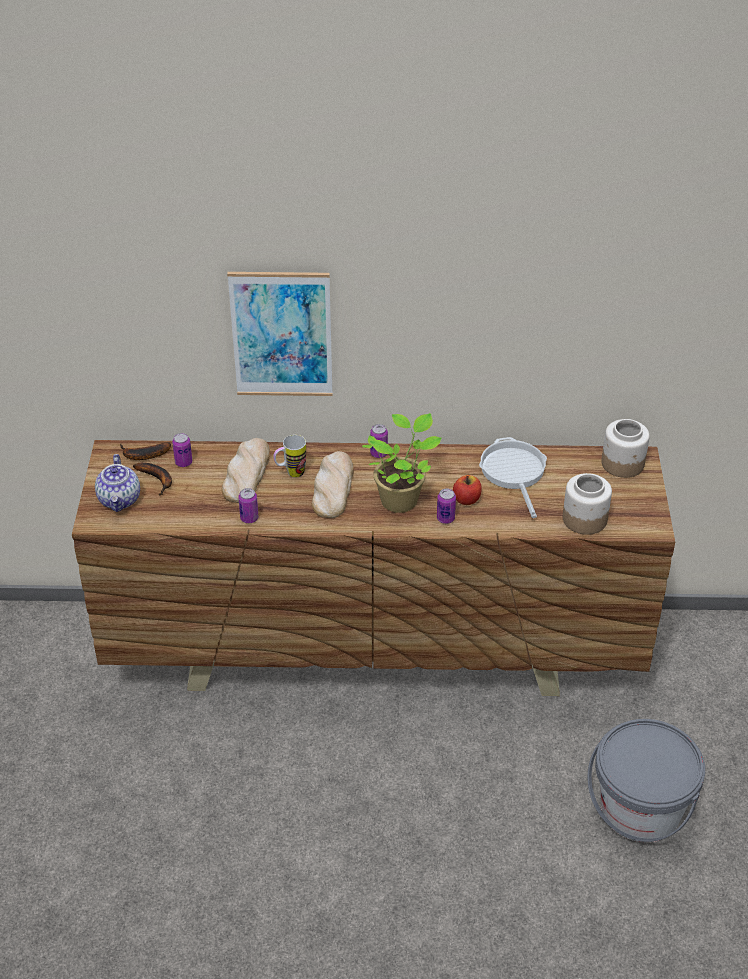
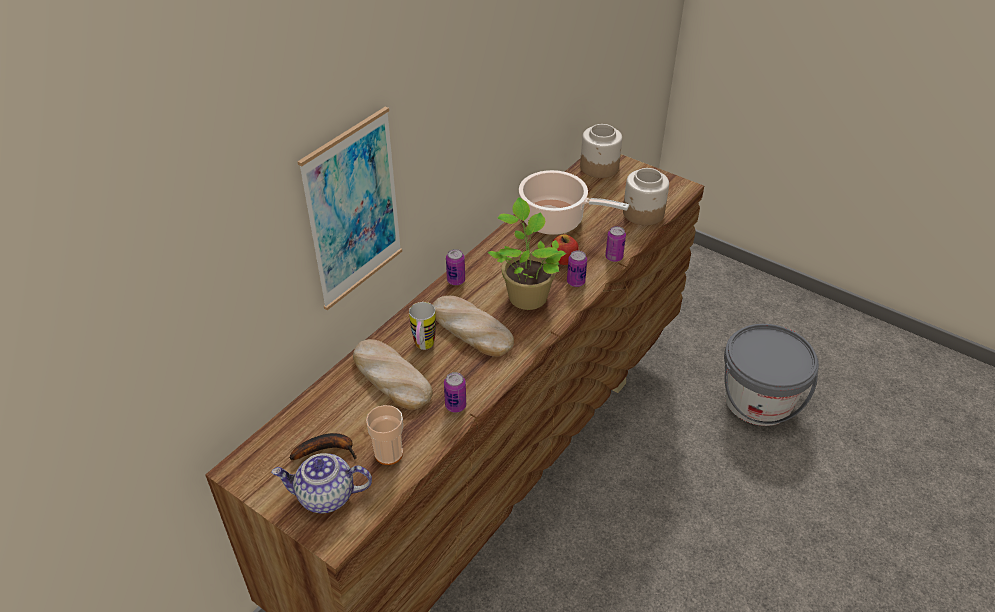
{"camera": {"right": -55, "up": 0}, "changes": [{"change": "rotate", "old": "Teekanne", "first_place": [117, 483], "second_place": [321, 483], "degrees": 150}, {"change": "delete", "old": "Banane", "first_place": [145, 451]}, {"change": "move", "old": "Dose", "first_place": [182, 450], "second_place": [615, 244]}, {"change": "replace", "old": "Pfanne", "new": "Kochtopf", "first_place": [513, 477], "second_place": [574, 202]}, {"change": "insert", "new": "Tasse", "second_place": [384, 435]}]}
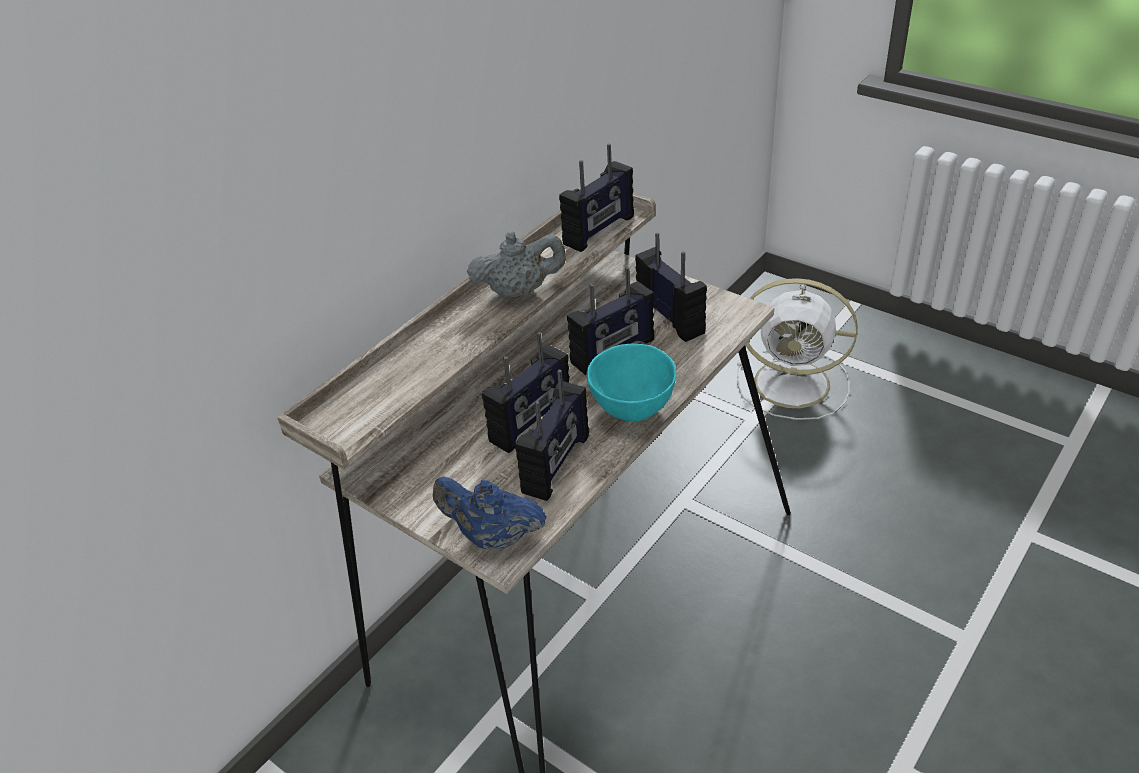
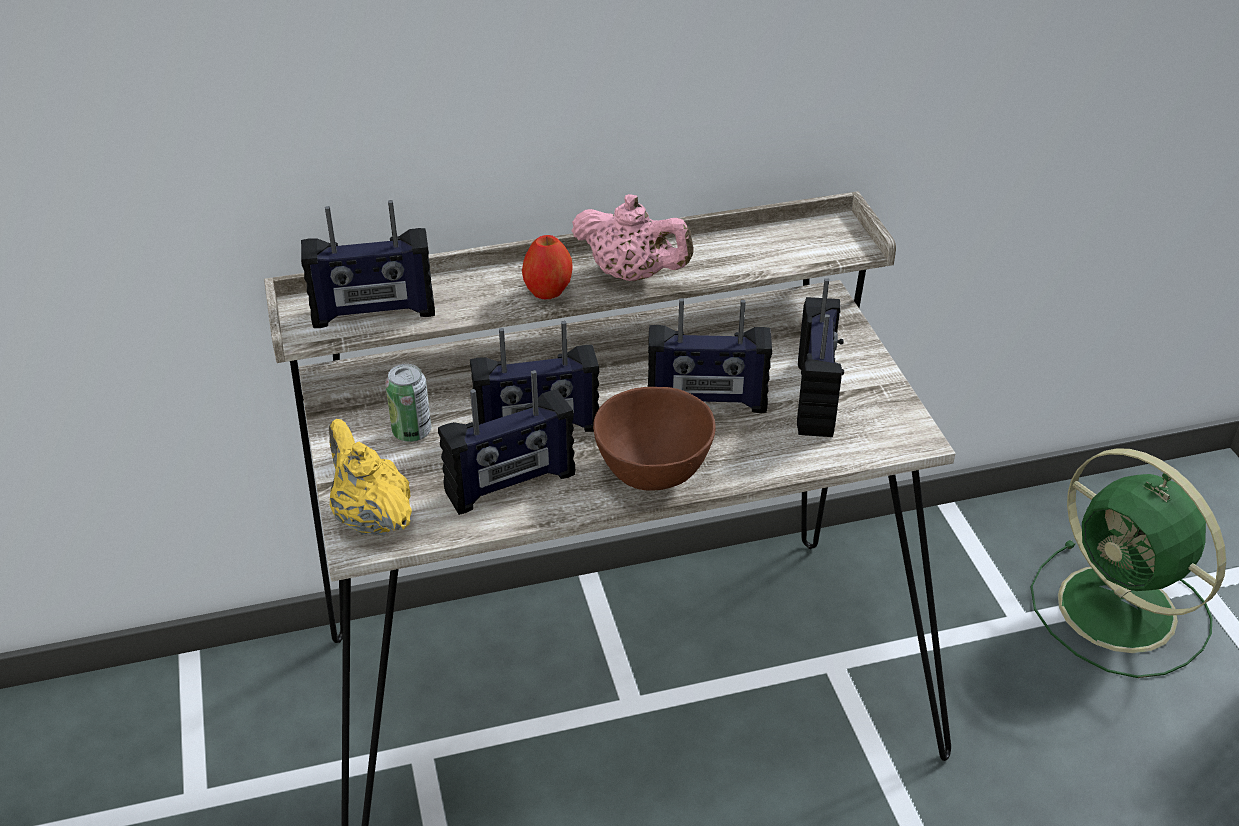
{"camera": {"right": 35, "up": 0}, "changes": [{"change": "recolor", "old": "Teekanne (blau)", "new": "Teekanne (gelb)", "first_place": [489, 514], "second_place": [370, 477]}, {"change": "recolor", "old": "Teekanne (grau)", "new": "Teekanne (rosa)", "first_place": [516, 265], "second_place": [632, 237]}, {"change": "move", "old": "Radio", "first_place": [596, 198], "second_place": [368, 264]}, {"change": "recolor", "old": "Schüssel (türkis)", "new": "Schüssel (braun)", "first_place": [631, 383], "second_place": [654, 439]}, {"change": "recolor", "old": "Ventilator (weiß)", "new": "Ventilator (grün)", "first_place": [797, 349], "second_place": [1128, 563]}, {"change": "insert", "new": "Dose", "second_place": [408, 403]}, {"change": "insert", "new": "Apfel", "second_place": [547, 267]}]}
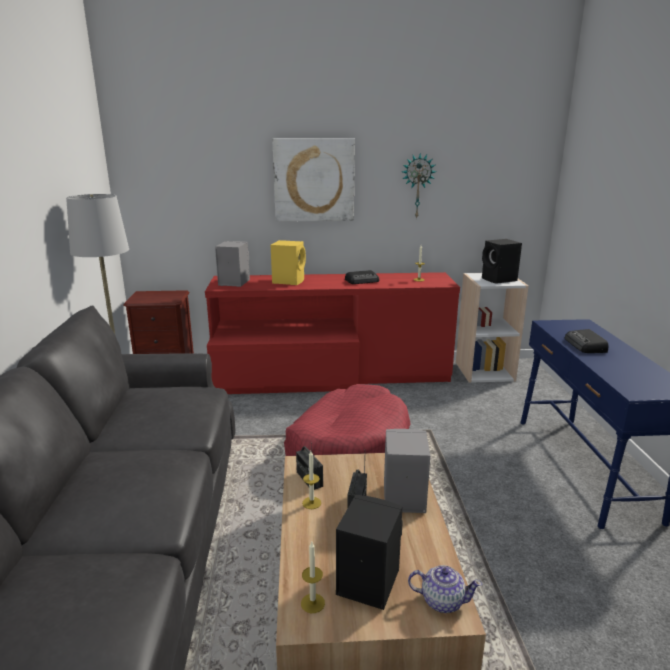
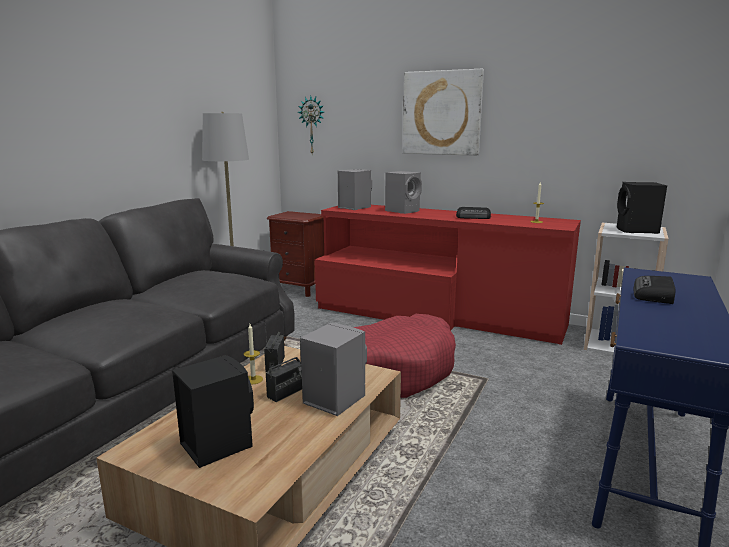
{"camera": {"right": 30, "up": -5}, "changes": [{"change": "recolor", "old": "Lautsprecher (gelb)", "new": "Lautsprecher (grau)", "first_place": [288, 262], "second_place": [403, 192]}, {"change": "delete", "old": "Kerze", "first_place": [313, 577]}, {"change": "move", "old": "Wanduhr", "first_place": [419, 186], "second_place": [311, 125]}, {"change": "delete", "old": "Teekanne", "first_place": [445, 589]}]}
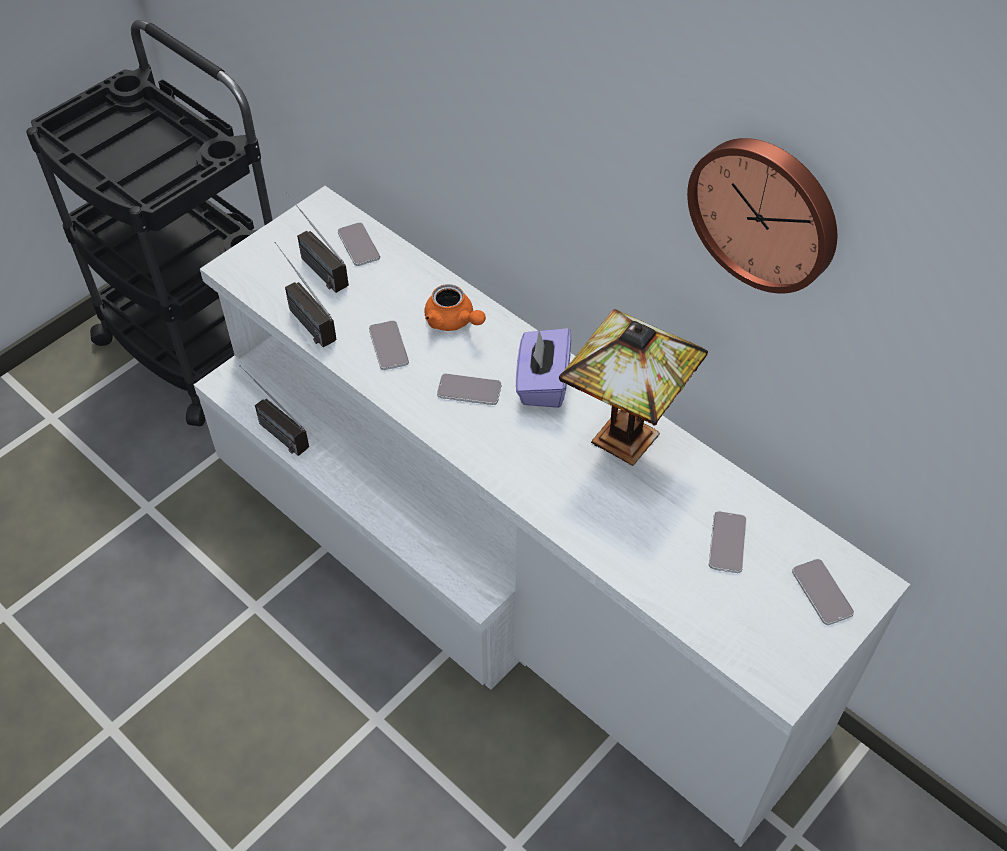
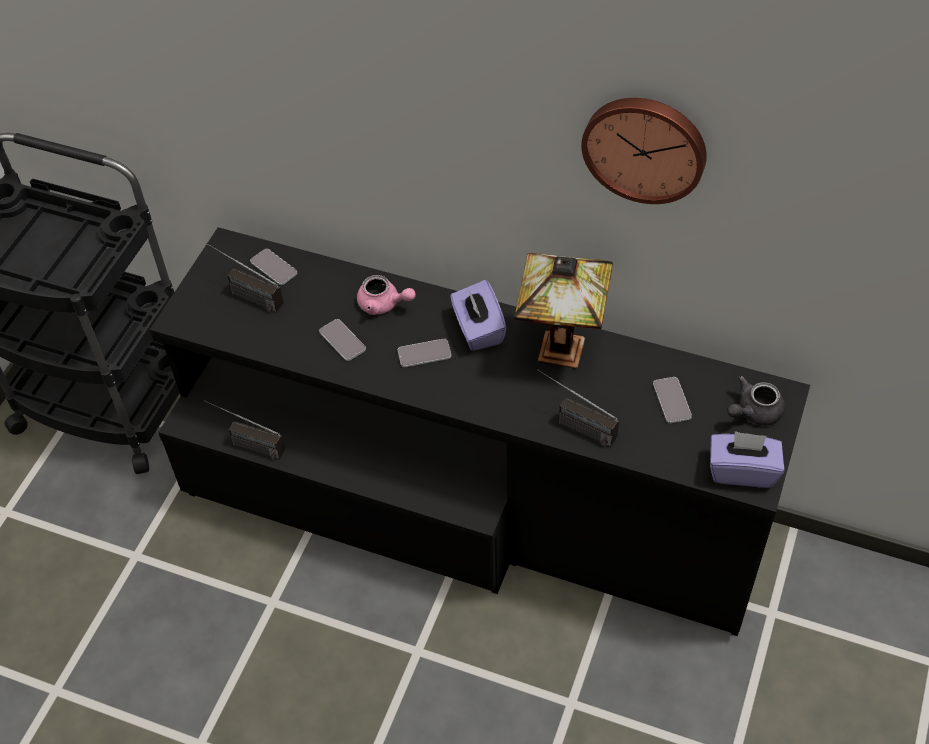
{"camera": {"right": -20, "up": 0}, "changes": [{"change": "recolor", "old": "Fernsehschrank (weiß)", "new": "Fernsehschrank (schwarz)", "first_place": [552, 516], "second_place": [480, 431]}, {"change": "move", "old": "Radio", "first_place": [306, 294], "second_place": [578, 408]}, {"change": "recolor", "old": "Teekanne (orange)", "new": "Teekanne (rosa)", "first_place": [455, 307], "second_place": [386, 295]}, {"change": "replace", "old": "Handy", "new": "Teekanne (grau)", "first_place": [823, 592], "second_place": [756, 400]}, {"change": "insert", "new": "Taschentuchbox (lila)", "second_place": [747, 459]}]}
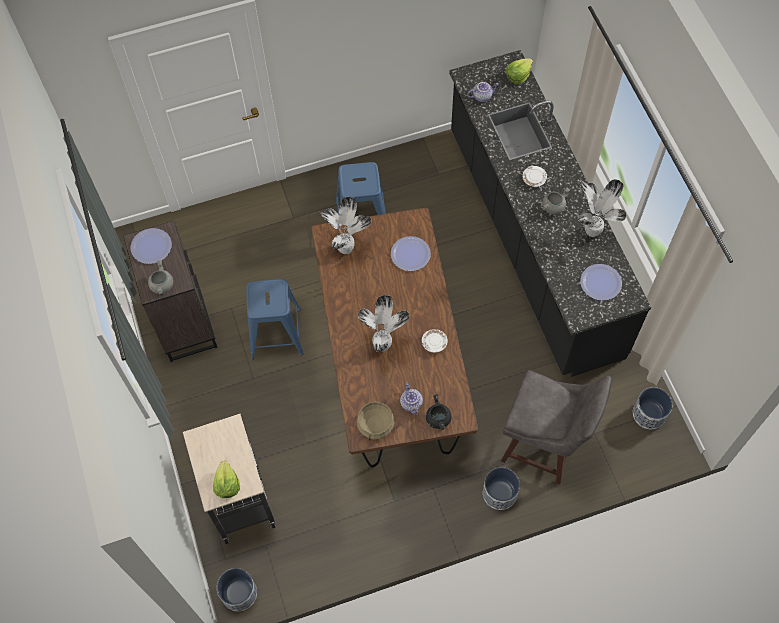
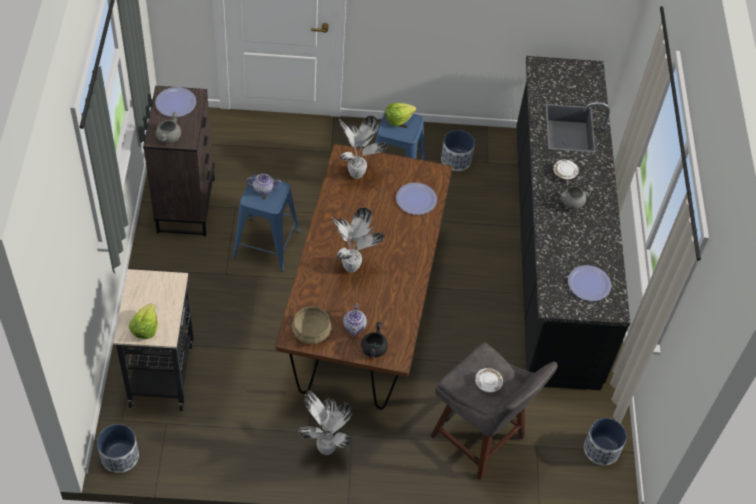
{"camera": {"right": 15, "up": -10}, "changes": [{"change": "move", "old": "Teller (weiß)", "first_place": [435, 341], "second_place": [489, 380]}, {"change": "move", "old": "Teekanne", "first_place": [483, 92], "second_place": [263, 184]}, {"change": "move", "old": "Pflanzkübel", "first_place": [501, 488], "second_place": [458, 150]}, {"change": "move", "old": "Salatkopf", "first_place": [519, 71], "second_place": [400, 114]}, {"change": "move", "old": "Topfpflanze", "first_place": [602, 208], "second_place": [325, 422]}]}
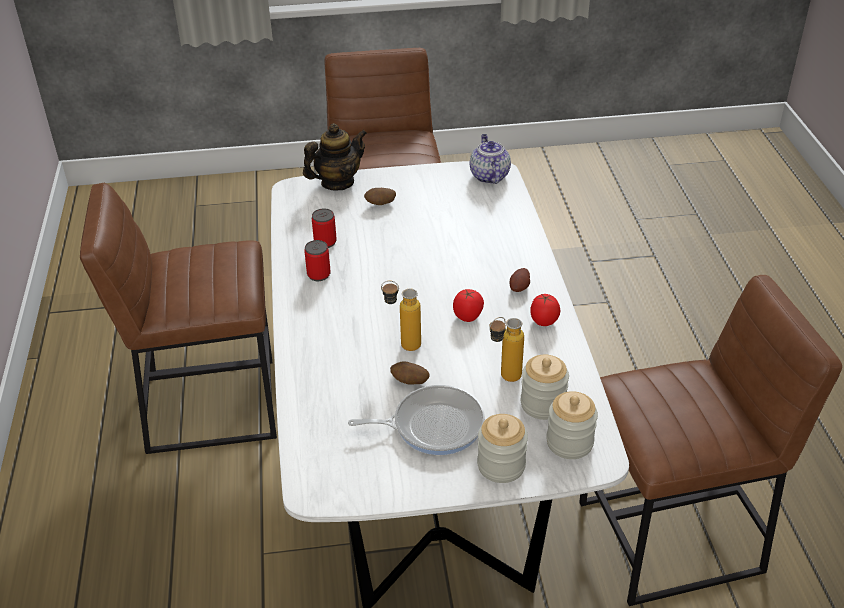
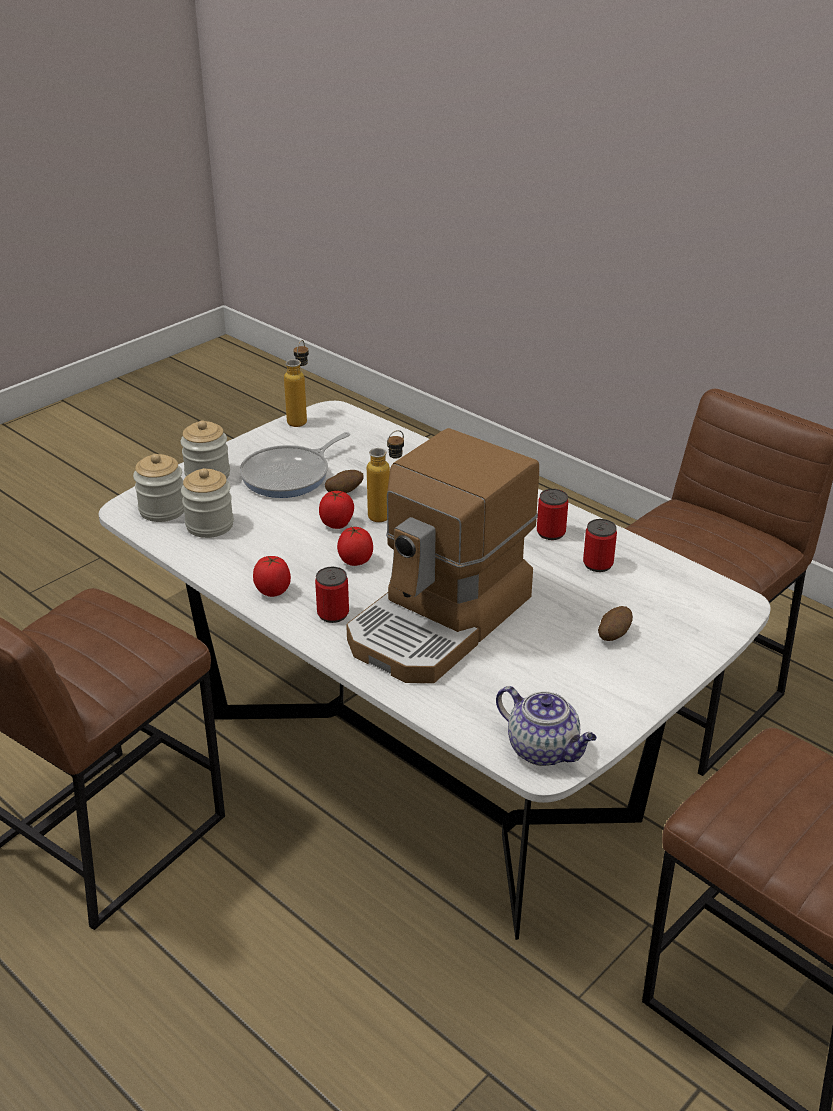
{"camera": {"right": 140, "up": -5}, "changes": [{"change": "delete", "old": "Teekanne", "first_place": [335, 156]}, {"change": "move", "old": "Flasche", "first_place": [506, 349], "second_place": [296, 383]}, {"change": "replace", "old": "Kartoffel", "new": "Dose", "first_place": [520, 280], "second_place": [332, 595]}, {"change": "insert", "new": "Tomate", "second_place": [336, 510]}, {"change": "insert", "new": "Kaffeemaschine", "second_place": [442, 555]}]}
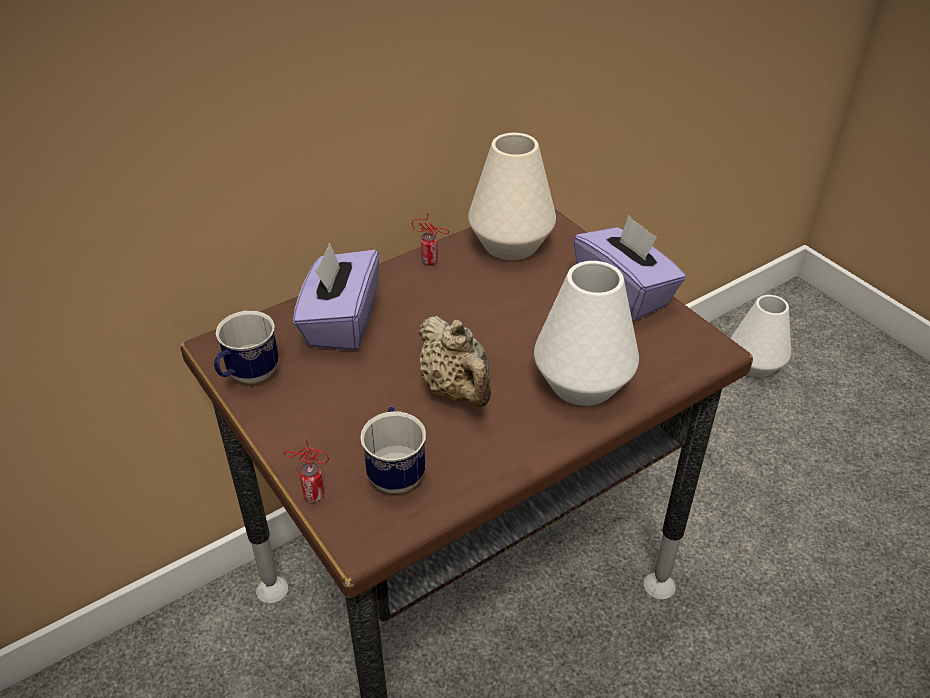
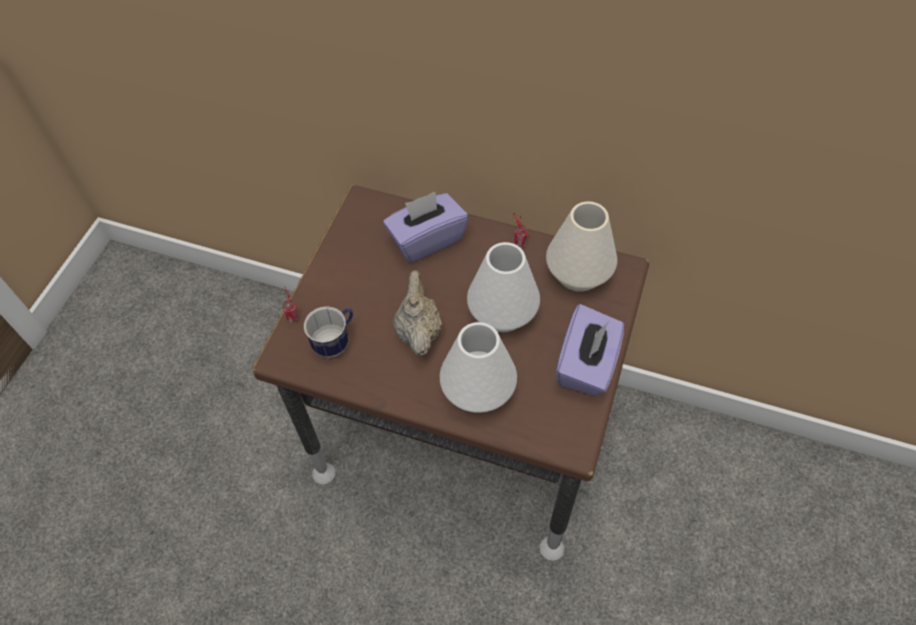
{"camera": {"right": 55, "up": 15}, "changes": [{"change": "delete", "old": "Henkelbecher", "first_place": [246, 347]}, {"change": "rotate", "old": "Teekanne (beige)", "first_place": [455, 361], "second_place": [417, 313], "degrees": 150}, {"change": "move", "old": "Vase (weiß)", "first_place": [760, 336], "second_place": [503, 287]}]}
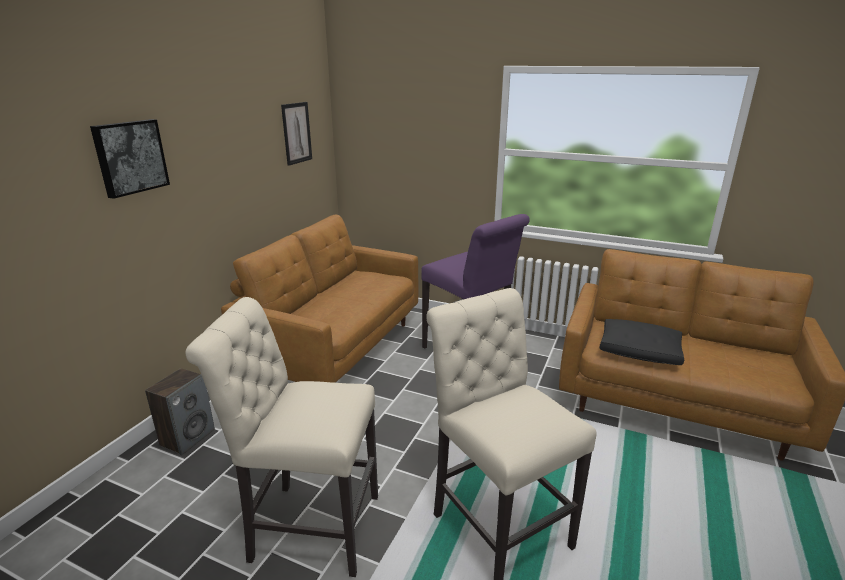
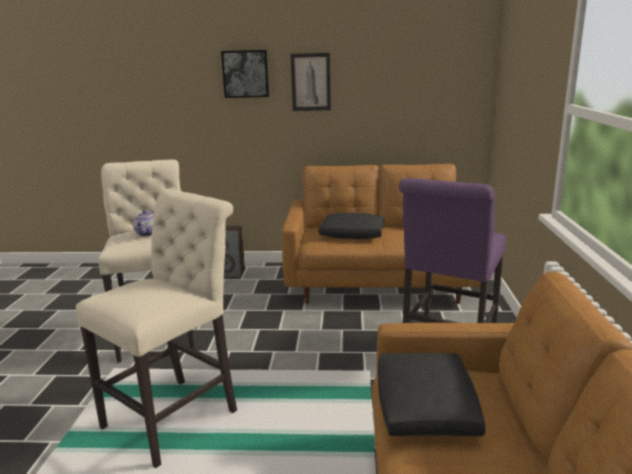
{"camera": {"right": 70, "up": -5}, "changes": [{"change": "move", "old": "Bild", "first_place": [296, 134], "second_place": [311, 82]}, {"change": "insert", "new": "Teekanne", "second_place": [143, 223]}, {"change": "insert", "new": "Kissen (schwarz)", "second_place": [352, 226]}]}
